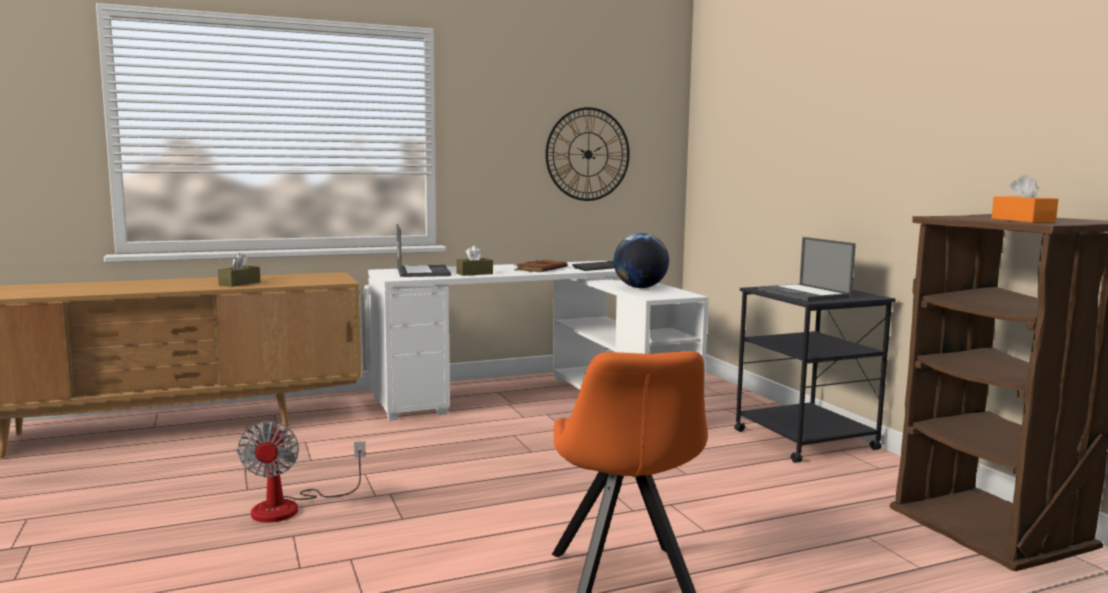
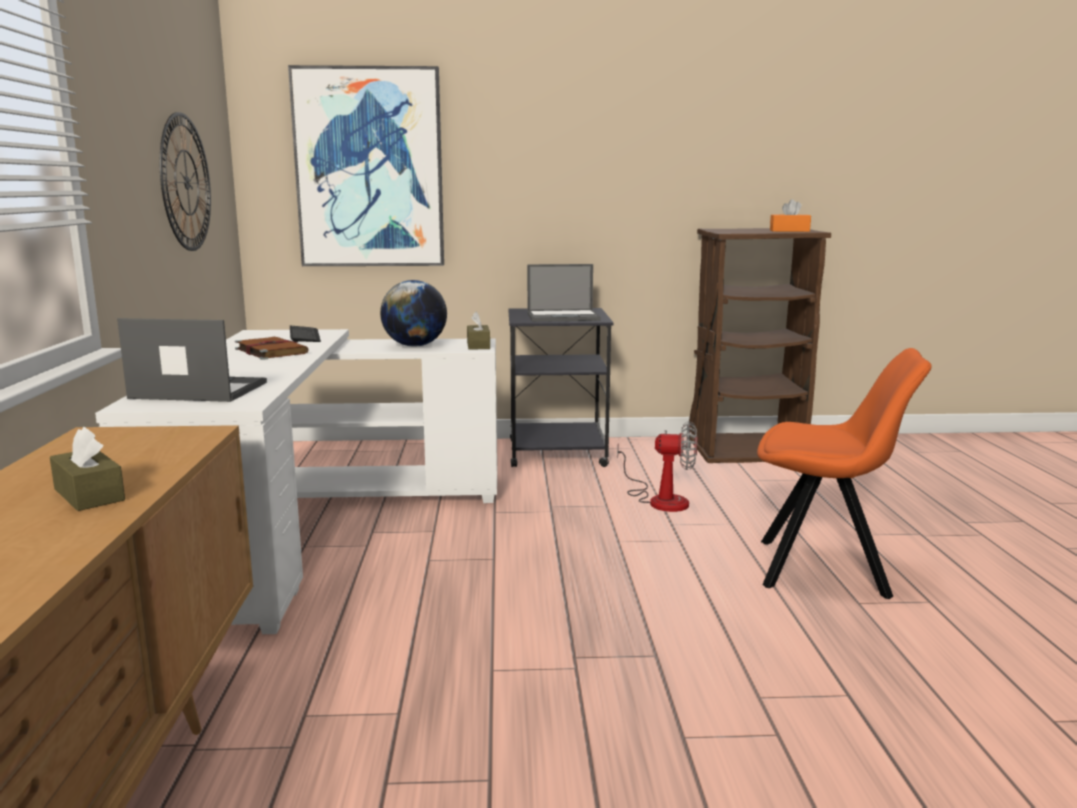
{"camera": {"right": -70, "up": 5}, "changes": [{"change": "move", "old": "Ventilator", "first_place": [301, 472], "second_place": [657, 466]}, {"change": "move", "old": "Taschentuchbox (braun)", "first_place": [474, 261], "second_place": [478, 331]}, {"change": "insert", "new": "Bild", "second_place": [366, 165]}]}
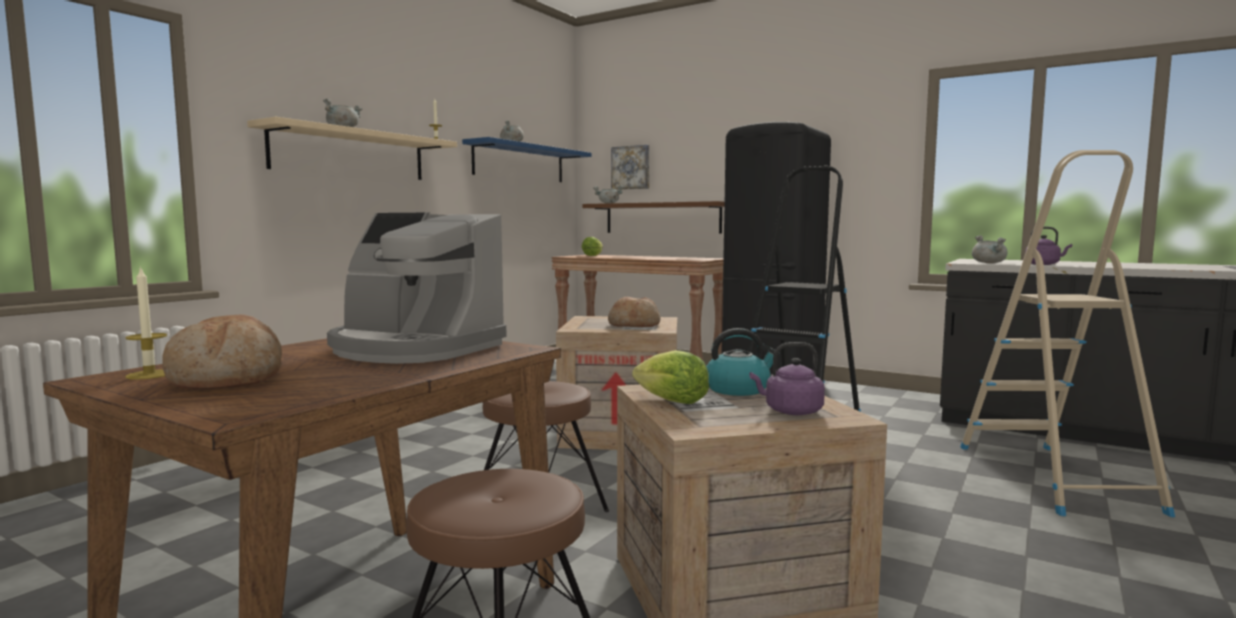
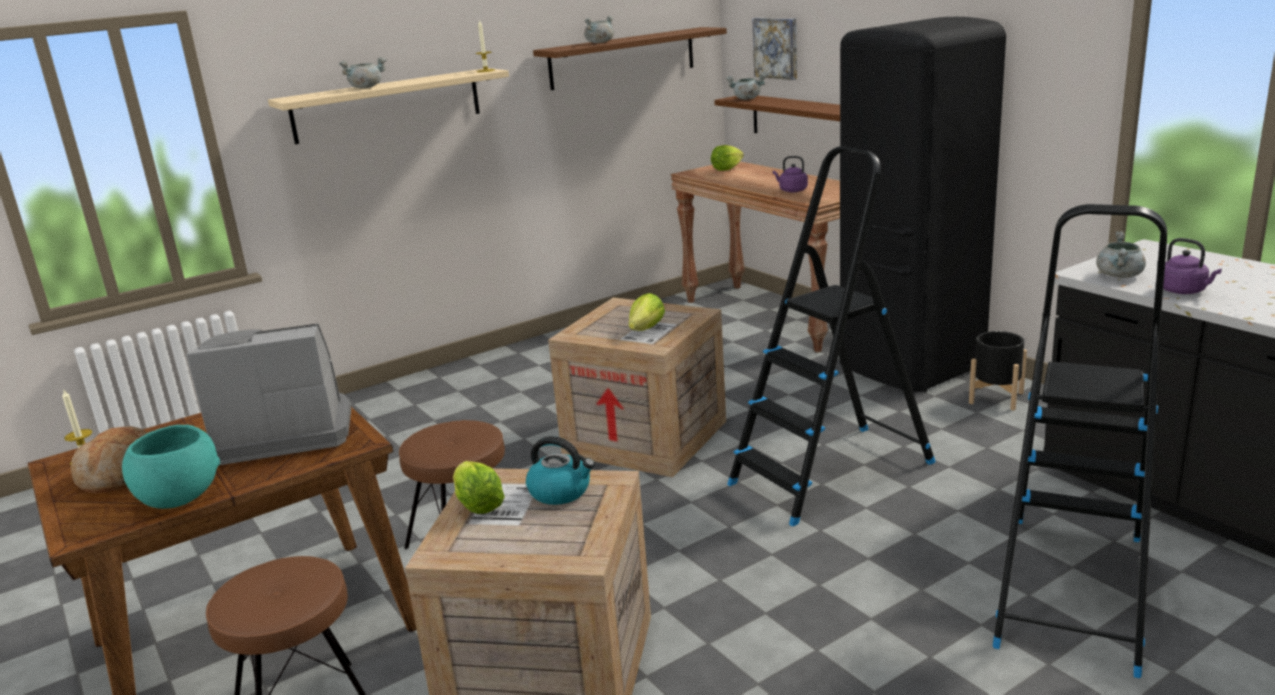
{"camera": {"right": 25, "up": 15}, "changes": [{"change": "rotate", "old": "Kaffeemaschine", "first_place": [417, 288], "second_place": [268, 394], "degrees": 120}, {"change": "recolor", "old": "Wandregal (blau)", "new": "Wandregal (braun)", "first_place": [526, 159], "second_place": [630, 58]}, {"change": "replace", "old": "Brot", "new": "Salatkopf", "first_place": [634, 312], "second_place": [646, 312]}, {"change": "move", "old": "Wasserkessel (lila)", "first_place": [787, 378], "second_place": [790, 174]}, {"change": "recolor", "old": "Trittleiter (beige)", "new": "Trittleiter (schwarz)", "first_place": [1067, 333], "second_place": [1080, 441]}, {"change": "insert", "new": "Schüssel (türkis)", "second_place": [171, 467]}, {"change": "insert", "new": "Pflanzkübel (schwarz)", "second_place": [998, 371]}]}
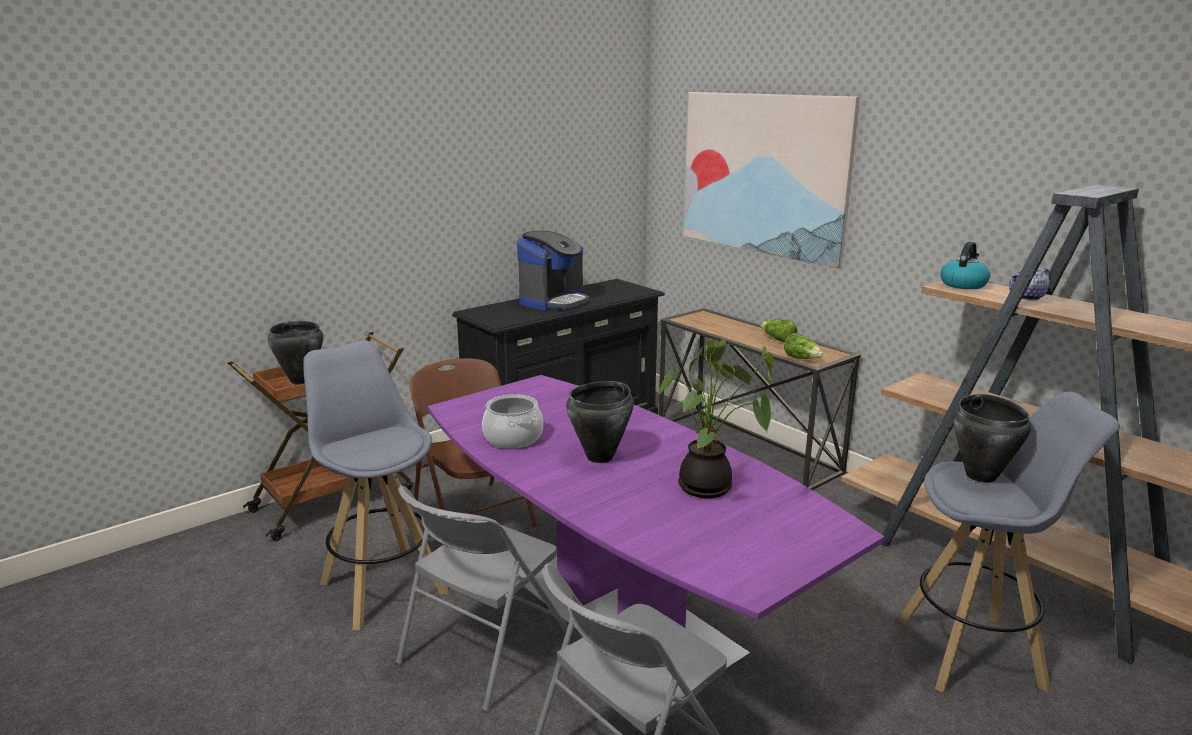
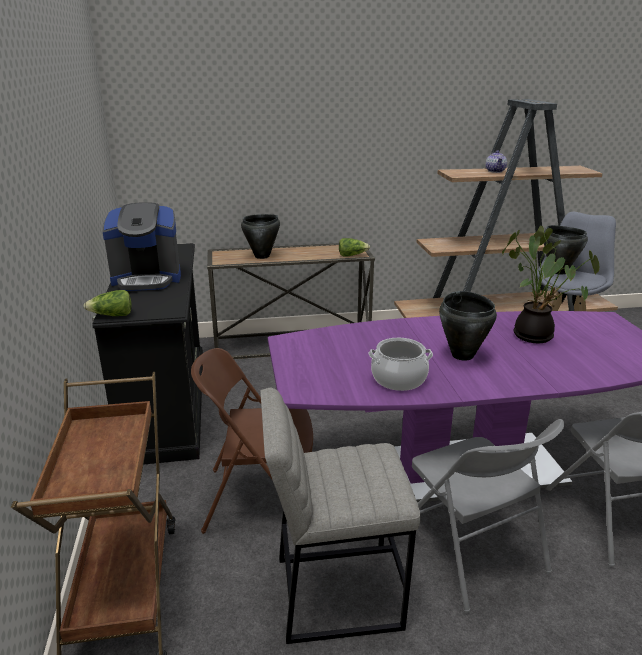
{"camera": {"right": -60, "up": 5}, "changes": [{"change": "move", "old": "Kochtopf (schwarz)", "first_place": [295, 352], "second_place": [260, 236]}, {"change": "replace", "old": "Hocker (grau)", "new": "Stuhl (grau)", "first_place": [376, 485], "second_place": [340, 515]}, {"change": "rotate", "old": "Kaffeemaschine", "first_place": [553, 271], "second_place": [142, 246], "degrees": 105}, {"change": "delete", "old": "Bild", "first_place": [771, 180]}, {"change": "move", "old": "Salatkopf", "first_place": [778, 330], "second_place": [107, 303]}, {"change": "delete", "old": "Wasserkessel", "first_place": [965, 265]}]}
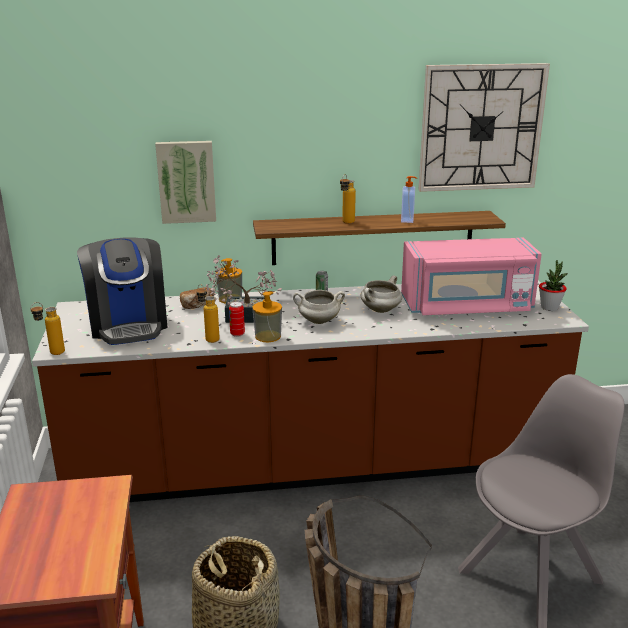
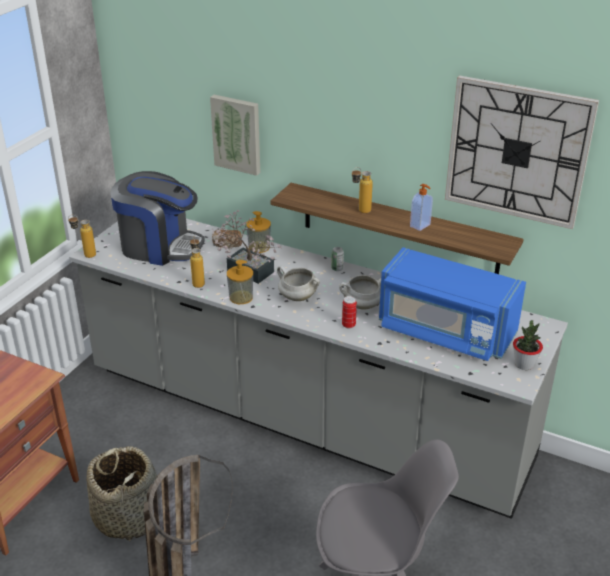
{"camera": {"right": 35, "up": 10}, "changes": [{"change": "recolor", "old": "Küchenzeile (braun)", "new": "Küchenzeile (grau)", "first_place": [310, 391], "second_place": [318, 369]}, {"change": "rotate", "old": "Kaffeemaschine", "first_place": [122, 291], "second_place": [157, 218], "degrees": -90}, {"change": "move", "old": "Dose", "first_place": [237, 319], "second_place": [349, 312]}, {"change": "recolor", "old": "Mikrowelle (rosa)", "new": "Mikrowelle (blau)", "first_place": [471, 276], "second_place": [452, 304]}]}
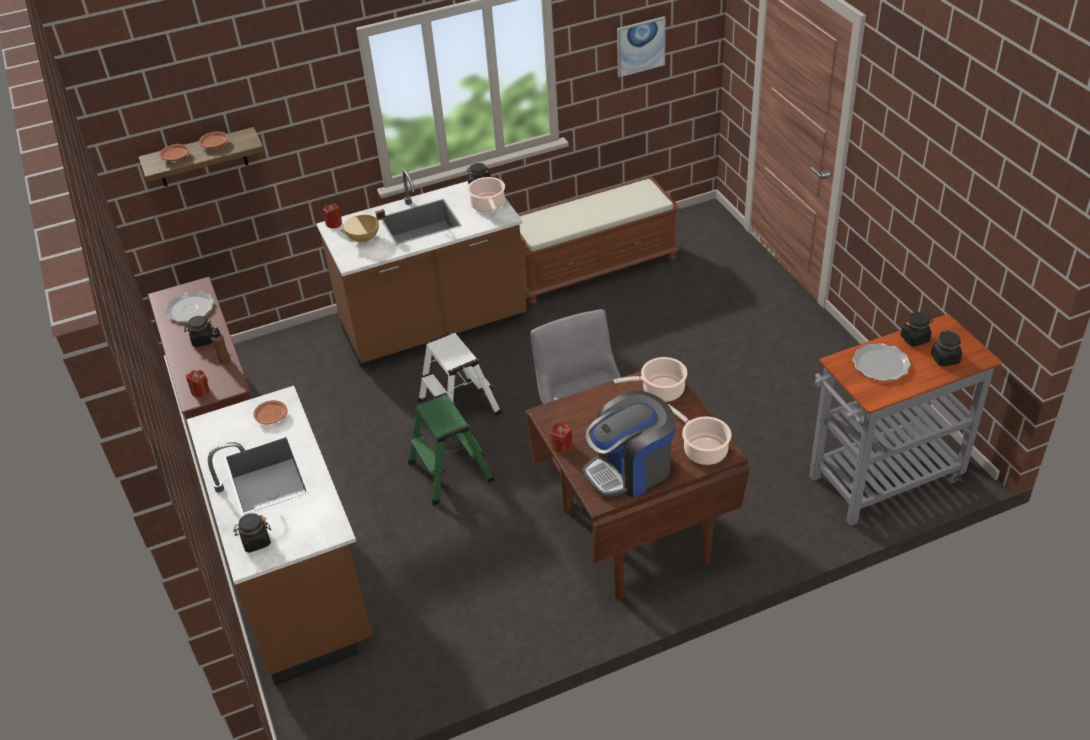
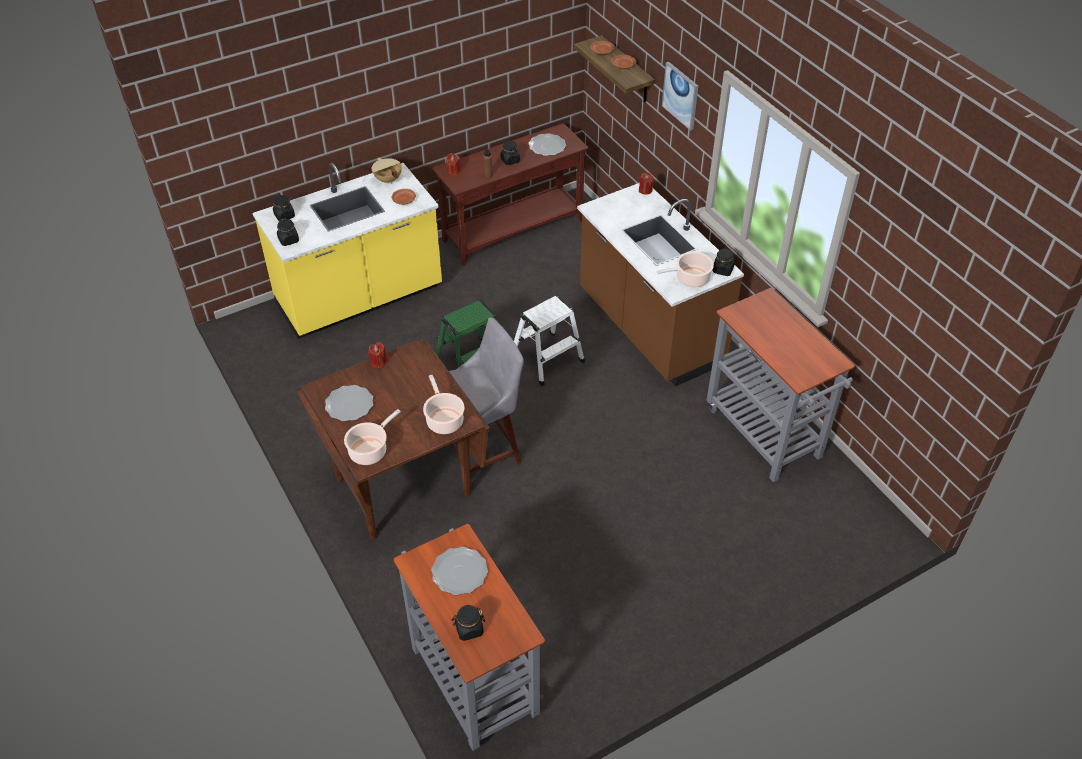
{"camera": {"right": 80, "up": 5}, "changes": [{"change": "recolor", "old": "Küchenzeile (braun)", "new": "Küchenzeile (gelb)", "first_place": [279, 536], "second_place": [347, 251]}, {"change": "move", "old": "Kochtopf (beige)", "first_place": [363, 226], "second_place": [387, 171]}, {"change": "replace", "old": "Bank (braun)", "new": "Rollwagen (grau)", "first_place": [600, 240], "second_place": [781, 385]}, {"change": "replace", "old": "Kaffeemaschine", "new": "Teller", "first_place": [629, 444], "second_place": [349, 403]}, {"change": "move", "old": "Bild", "first_place": [641, 46], "second_place": [680, 96]}, {"change": "move", "old": "Vorratsglas (schwarz)", "first_place": [917, 329], "second_place": [288, 232]}]}
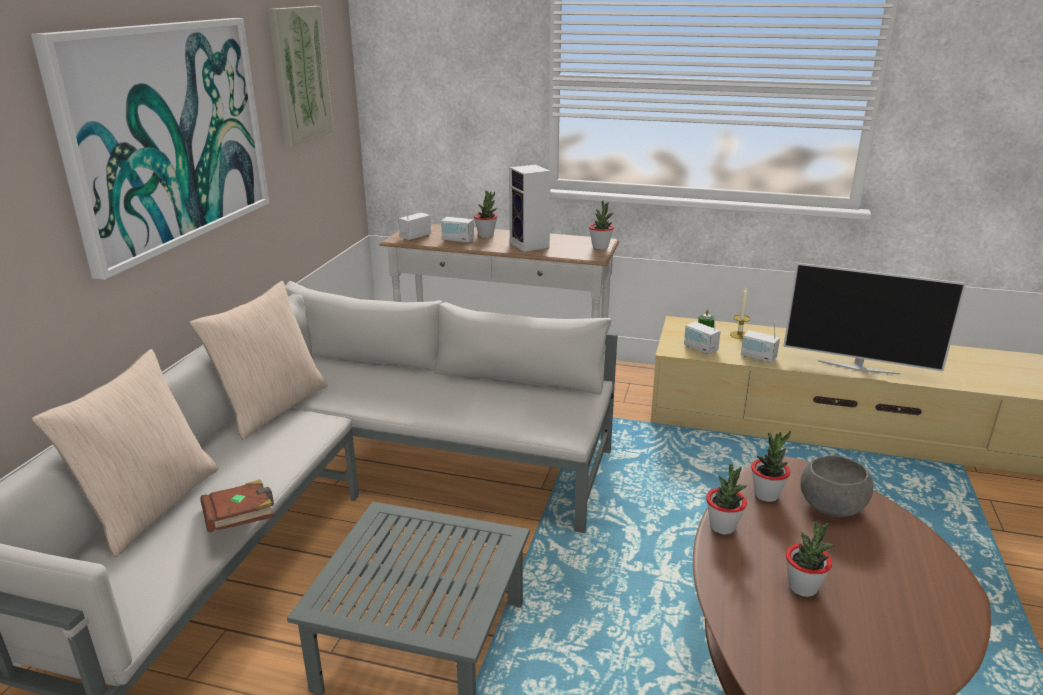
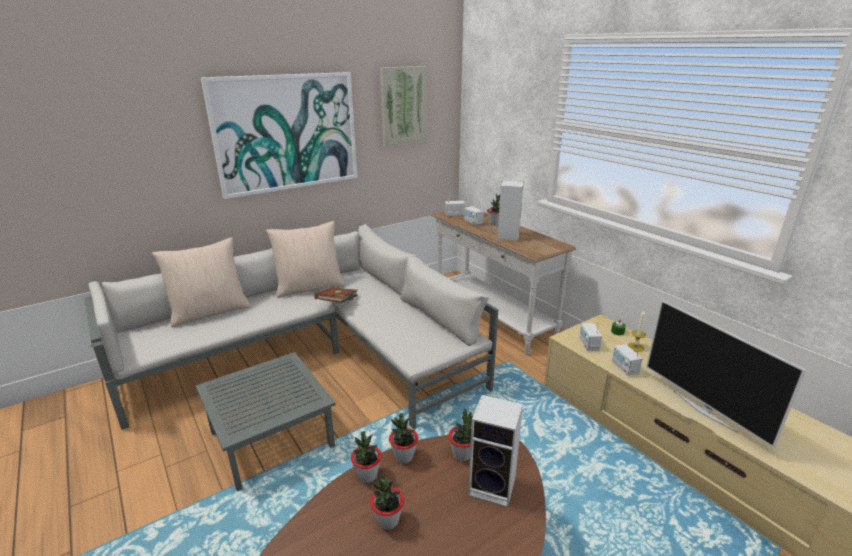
{"camera": {"right": 40, "up": 0}, "changes": [{"change": "move", "old": "Buch (braun)", "first_place": [237, 506], "second_place": [336, 295]}, {"change": "move", "old": "Topfpflanze", "first_place": [601, 225], "second_place": [366, 457]}, {"change": "replace", "old": "Schüssel (grau)", "new": "Lautsprecher", "first_place": [836, 486], "second_place": [495, 451]}]}
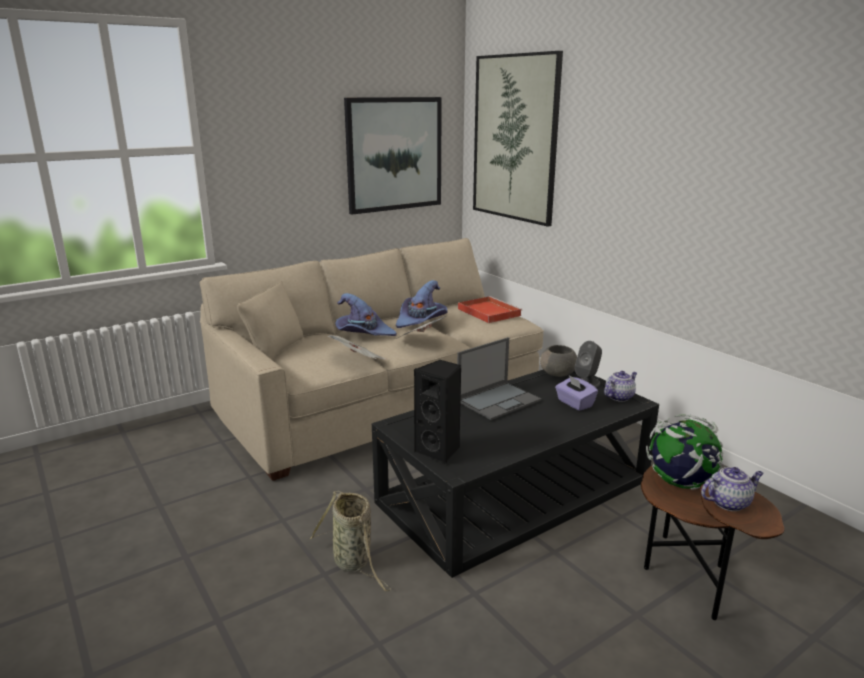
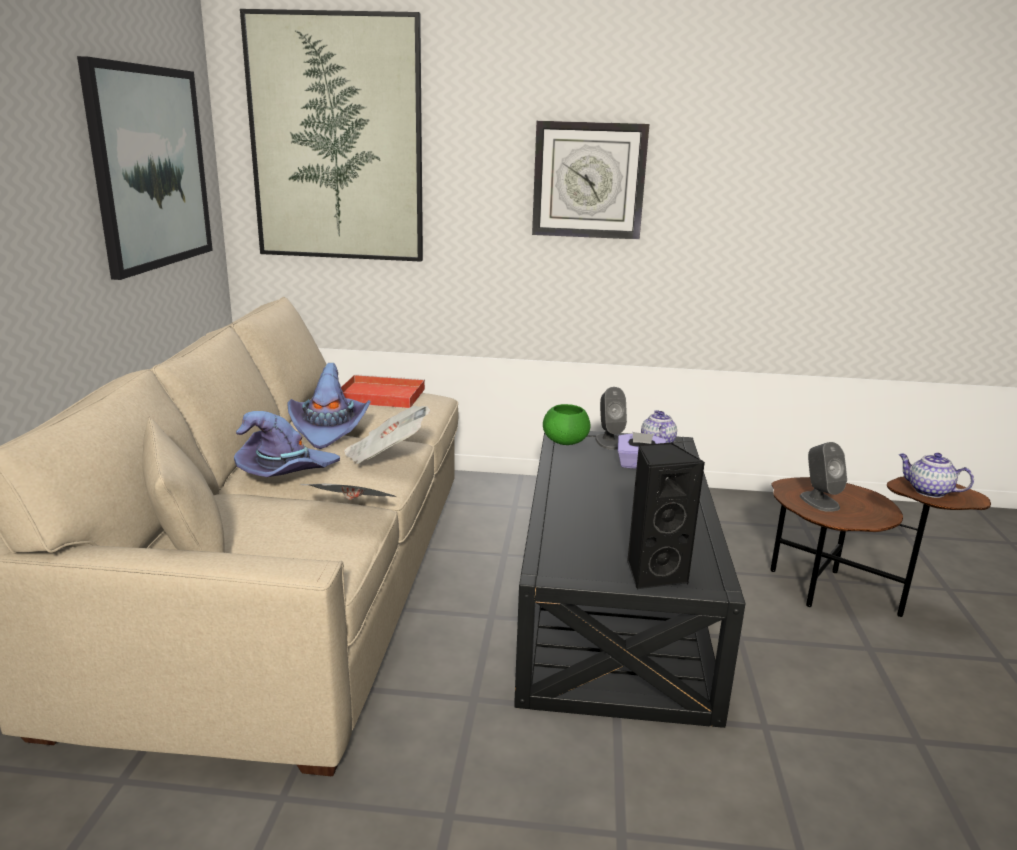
{"camera": {"right": -50, "up": 0}, "changes": [{"change": "delete", "old": "Korb", "first_place": [350, 541]}, {"change": "delete", "old": "Laptop", "first_place": [499, 378]}, {"change": "recolor", "old": "Schüssel (grau)", "new": "Schüssel (grün)", "first_place": [558, 361], "second_place": [566, 424]}, {"change": "replace", "old": "Globus", "new": "Lautsprecher (grau)", "first_place": [684, 452], "second_place": [823, 477]}, {"change": "rotate", "old": "Teekanne", "first_place": [732, 489], "second_place": [936, 475], "degrees": -75}, {"change": "insert", "new": "Wanduhr", "second_place": [590, 180]}]}
